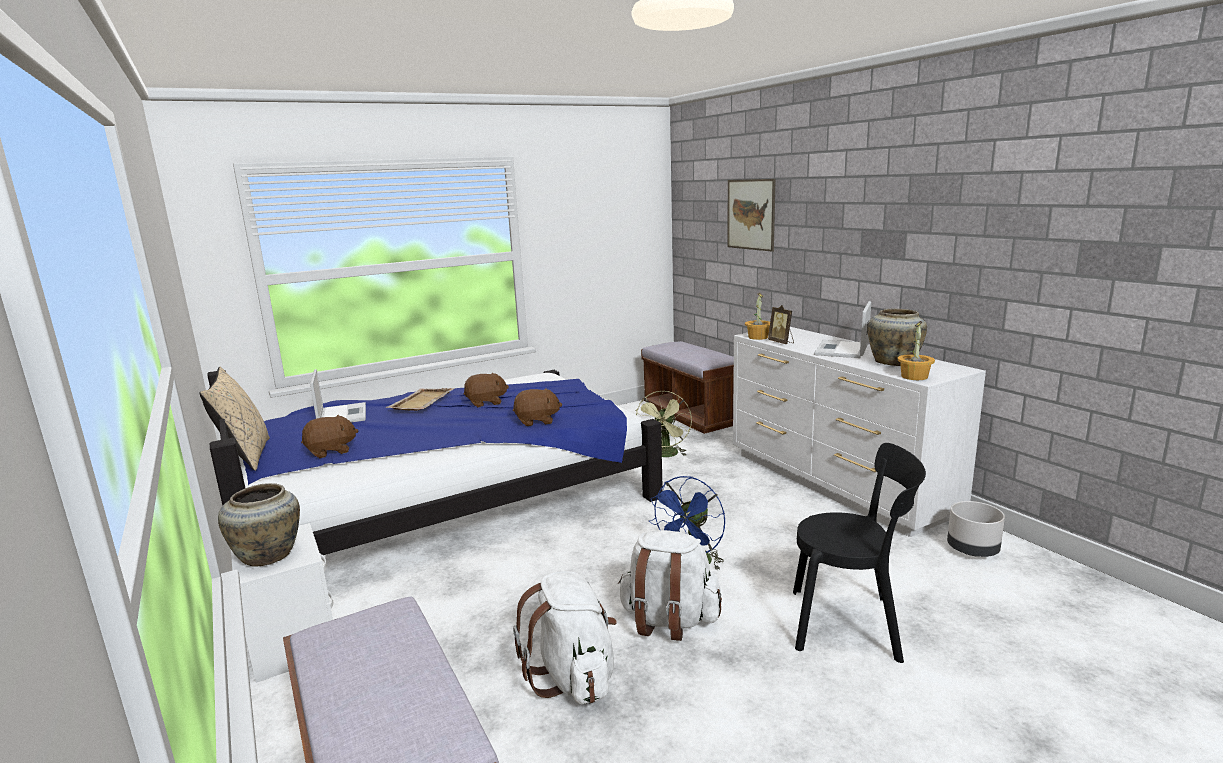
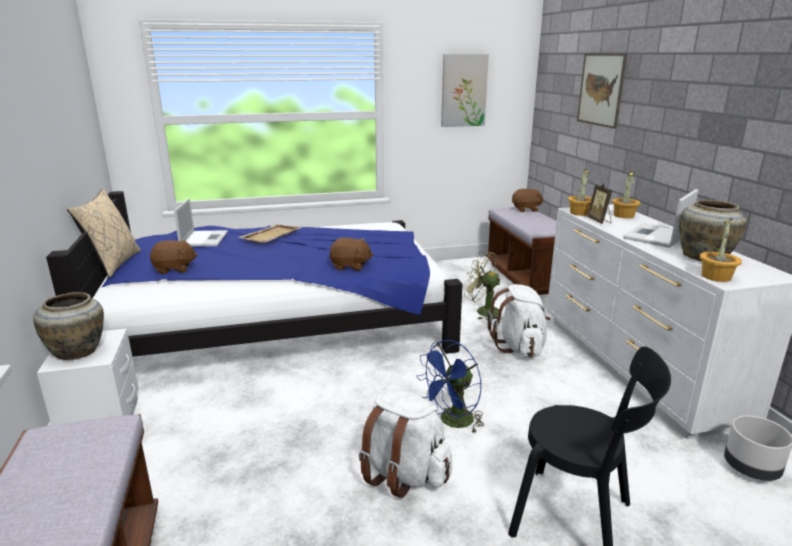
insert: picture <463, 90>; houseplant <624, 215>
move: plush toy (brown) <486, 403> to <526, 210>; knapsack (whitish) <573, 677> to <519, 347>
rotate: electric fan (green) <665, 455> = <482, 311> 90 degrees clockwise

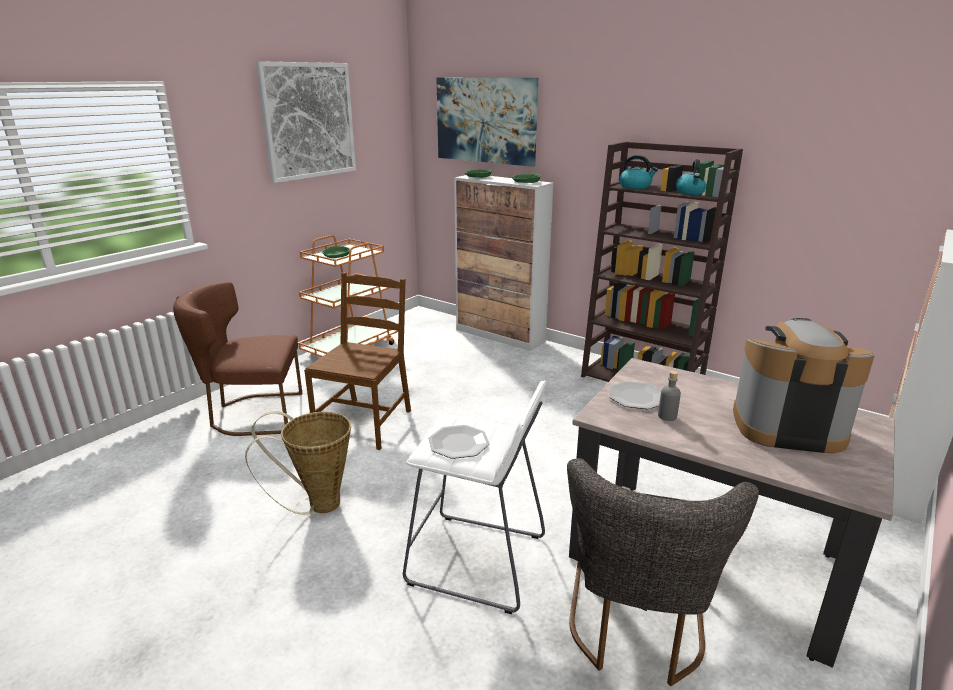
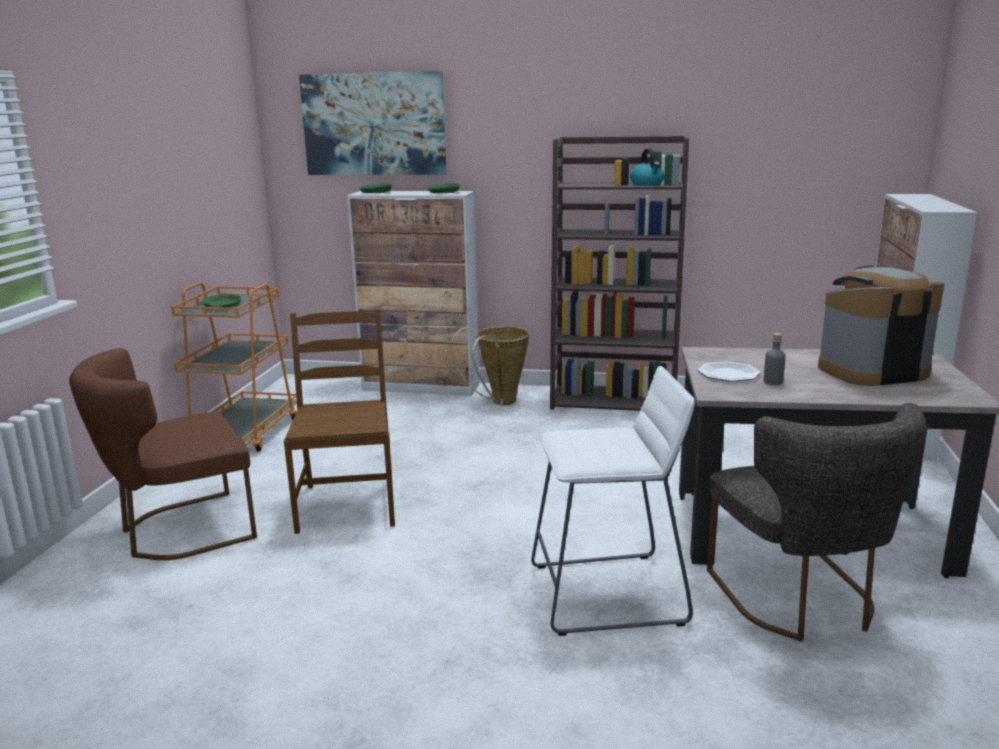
delete: picture <308, 121>; dinner plate <458, 443>; kettle <635, 186>
move: basket <317, 505> to <498, 403>

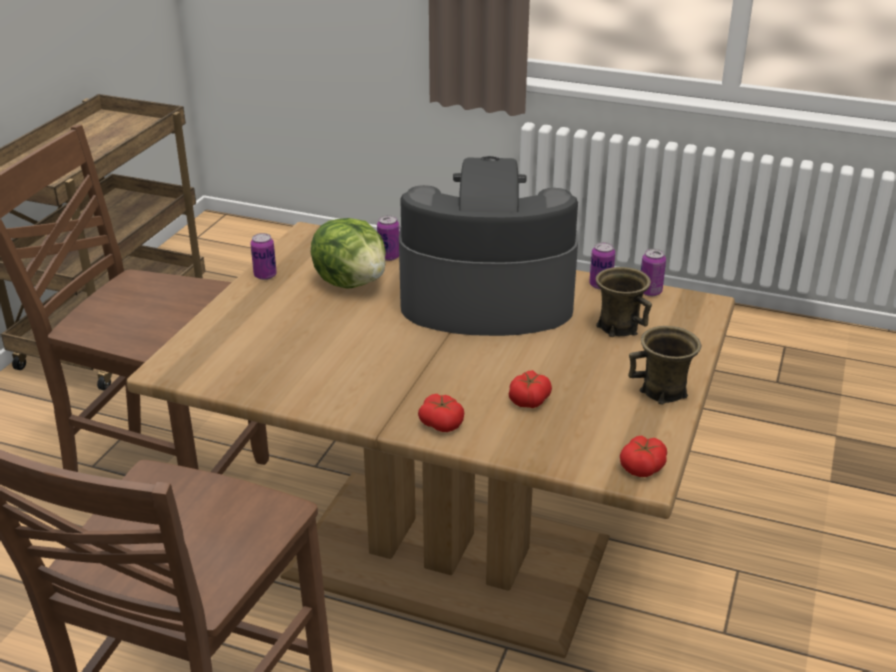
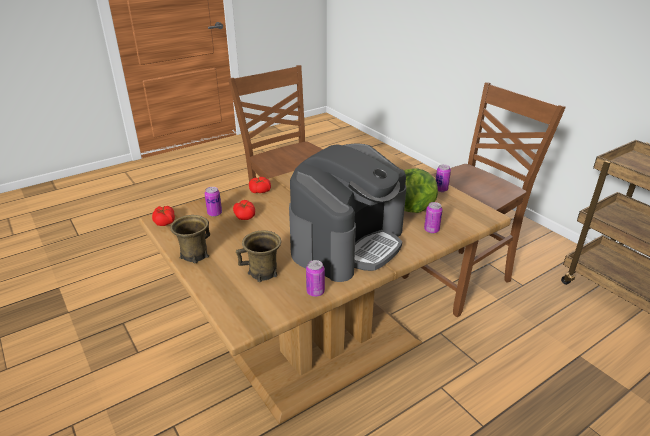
move: sealed can <650, 292> to <214, 213>

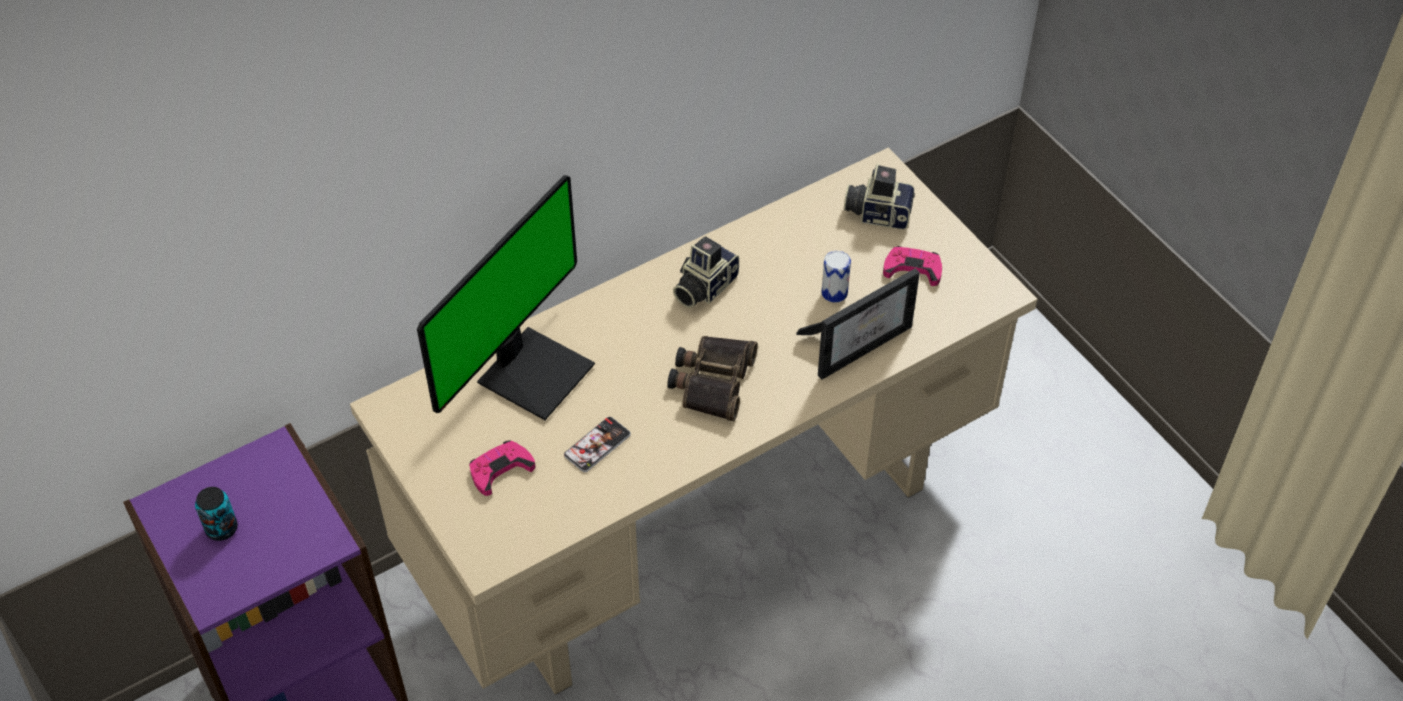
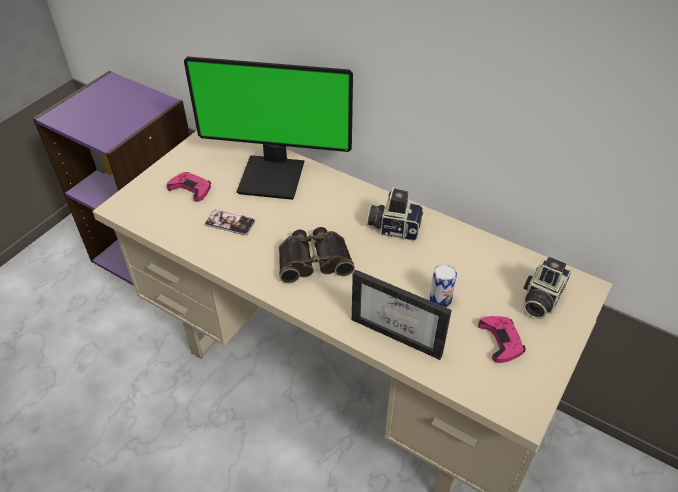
delete: sealed can <221, 528>
rotate: still camera <878, 212> = <540, 299> 135 degrees counterclockwise

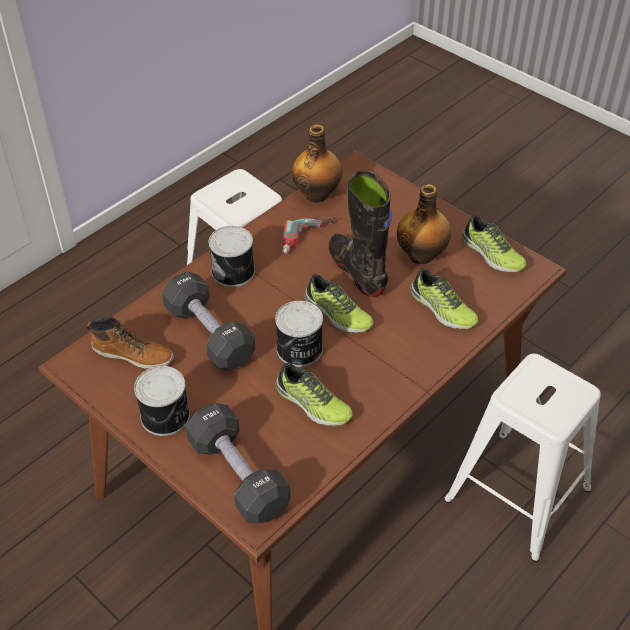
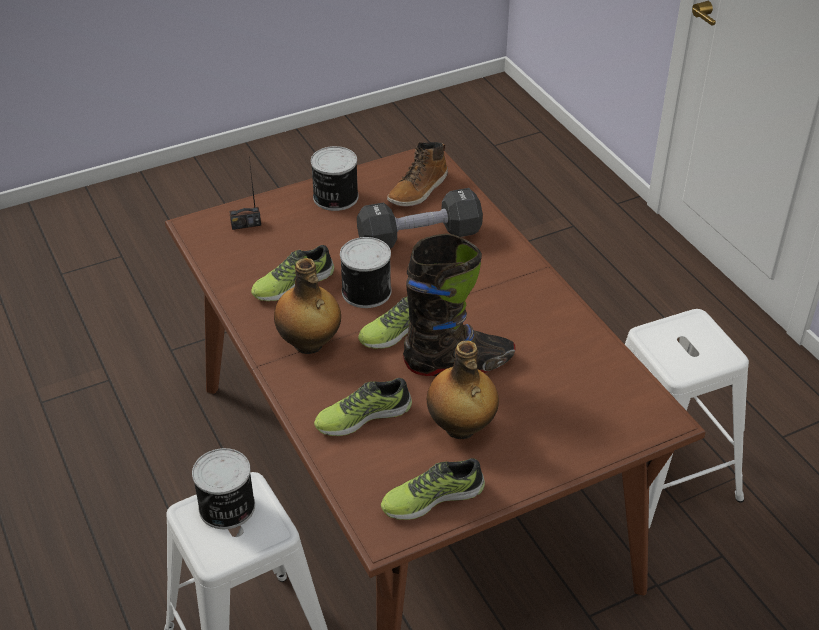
delete: electric drill <309, 238>
move: sealed can <234, 271> to <227, 508>; bottle <317, 194> to <309, 344>
replace: dumbbell (black-coloured) <238, 475> to radio set <246, 224>

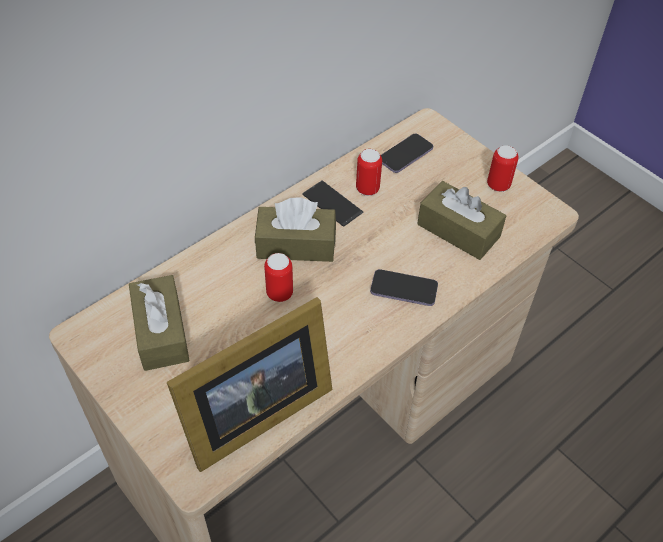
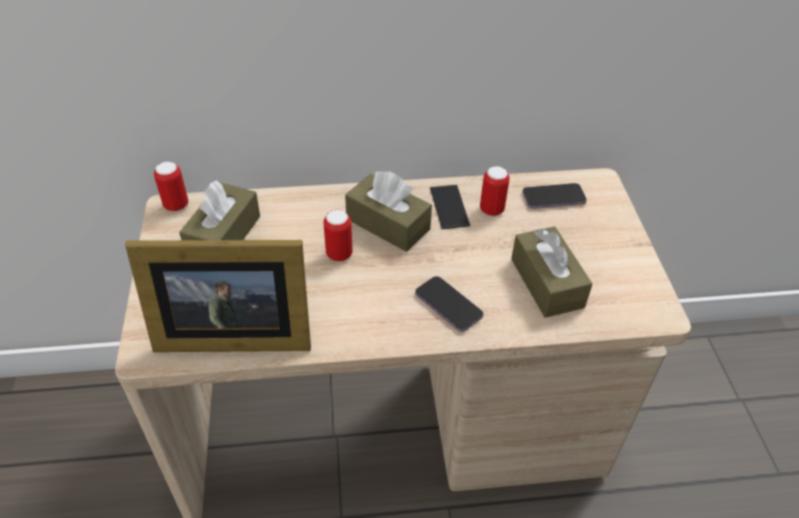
move: sealed can <498, 185> to <176, 205>

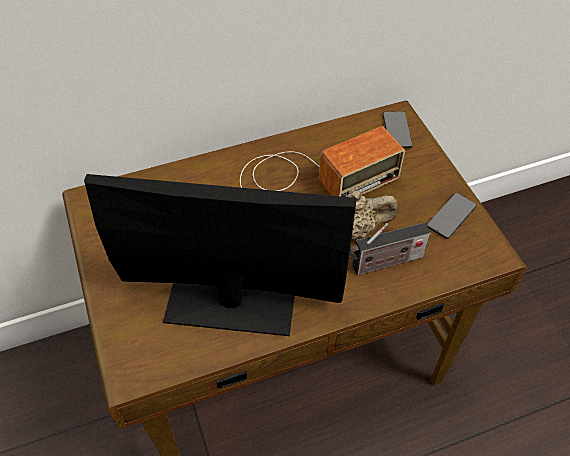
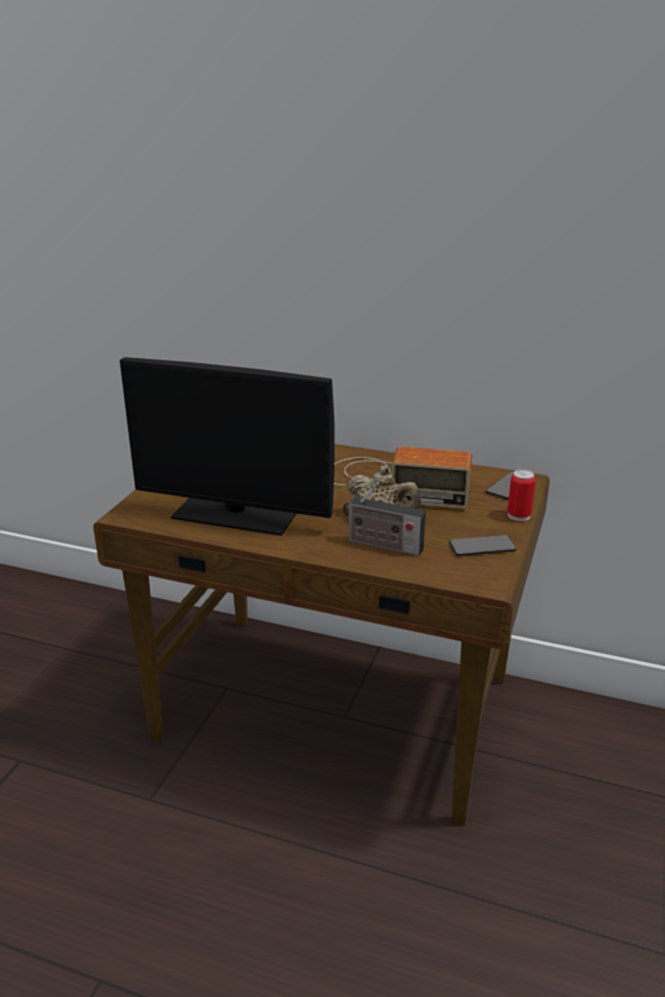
insert: sealed can <519, 515>
rotate: monitor <230, 304> = <235, 514> 150 degrees clockwise

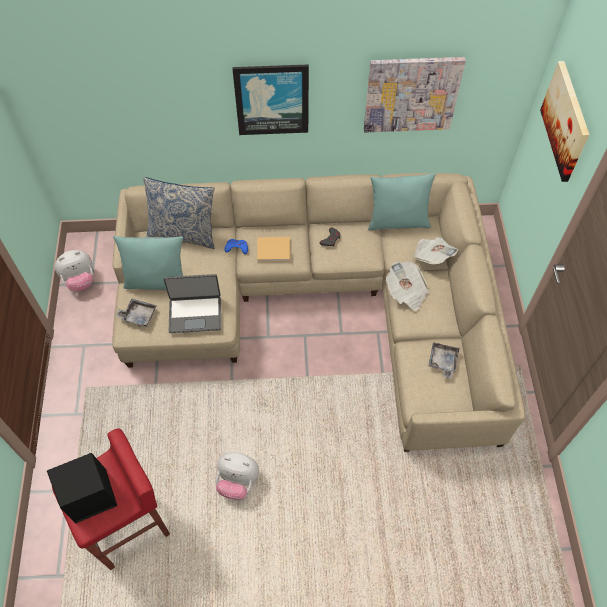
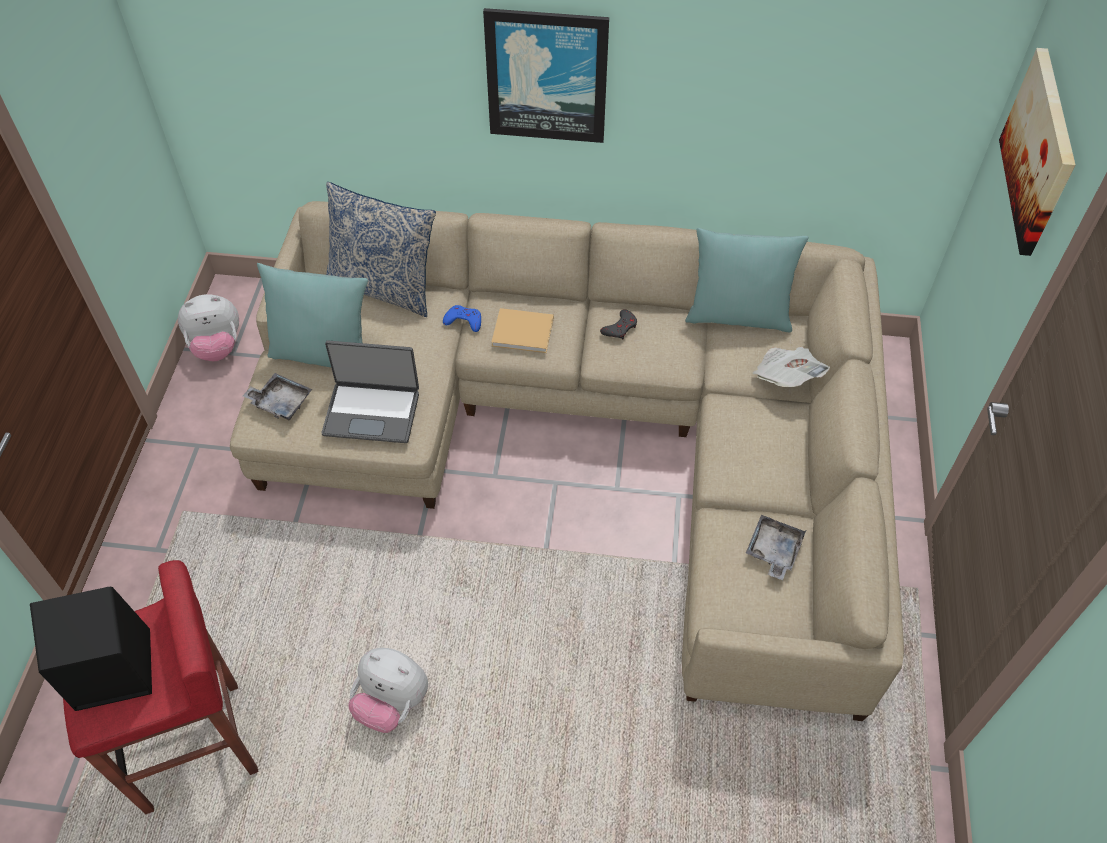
delete: picture <411, 94>; newspaper <406, 292>

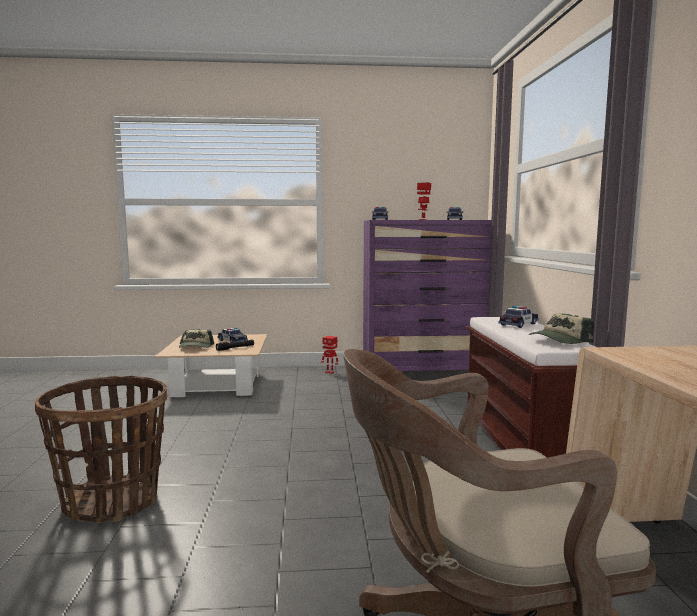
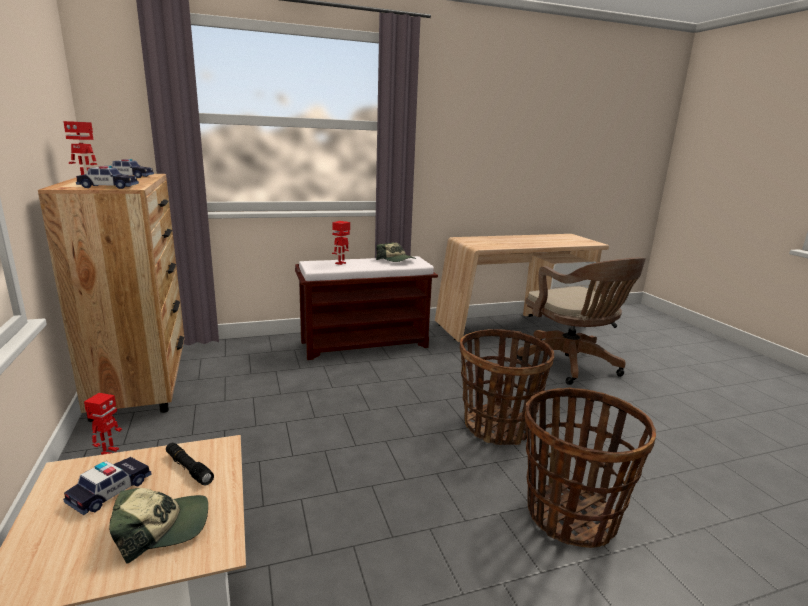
insert: basket <497, 426>
replace: model car <518, 324> to robot figure <341, 263>
recolor: dresser (purple) <424, 372> to dresser (brown) <143, 379>

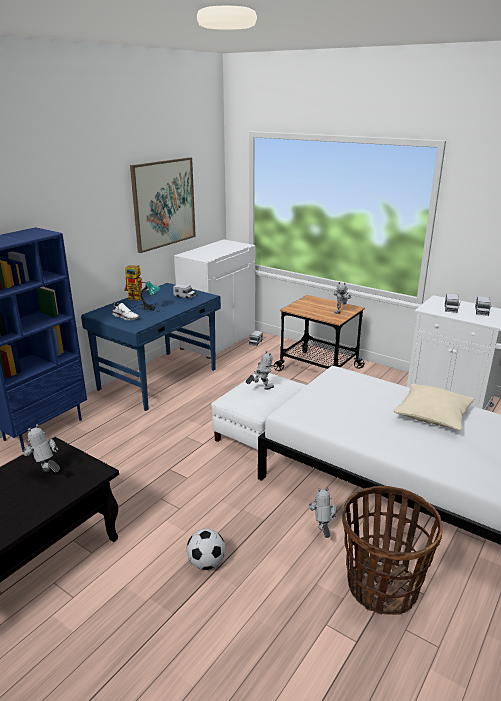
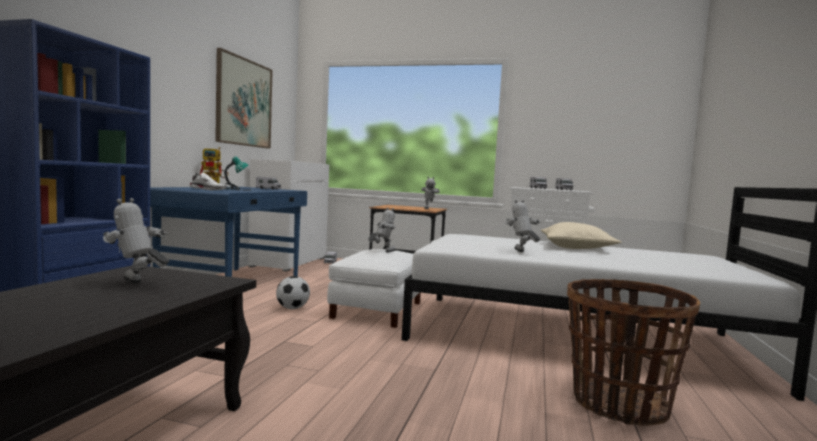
move: football <206, 563> to <292, 308>; robot figure <322, 533> to <521, 252>

